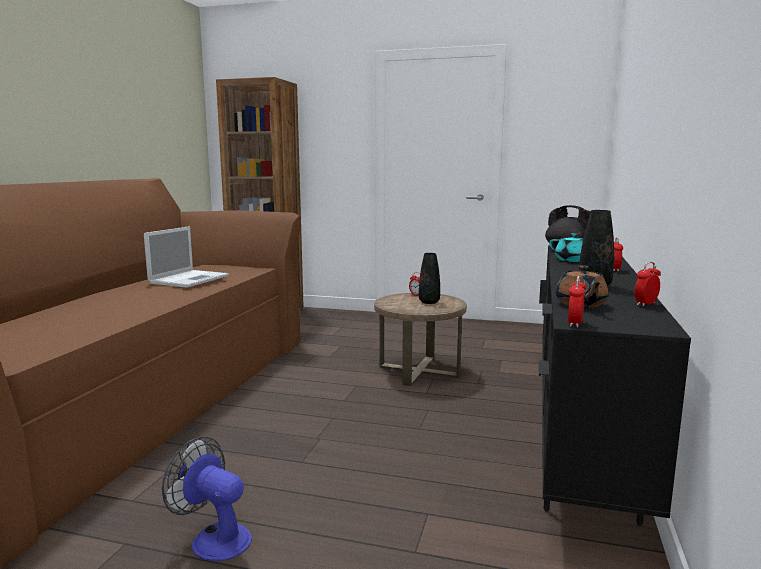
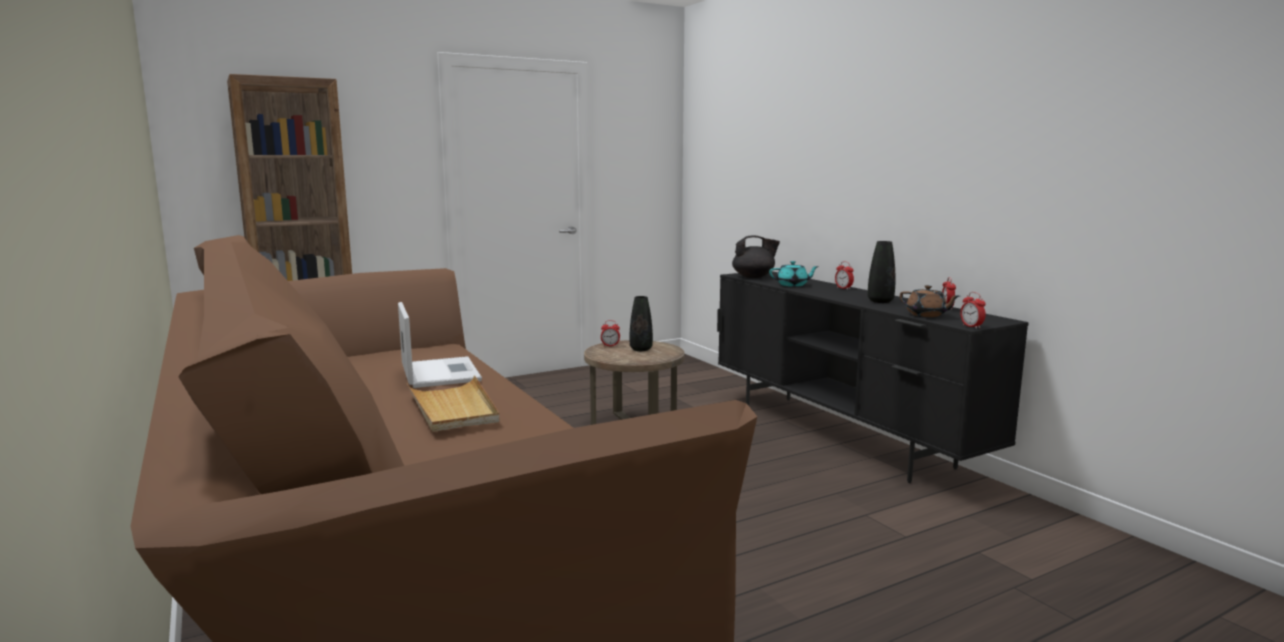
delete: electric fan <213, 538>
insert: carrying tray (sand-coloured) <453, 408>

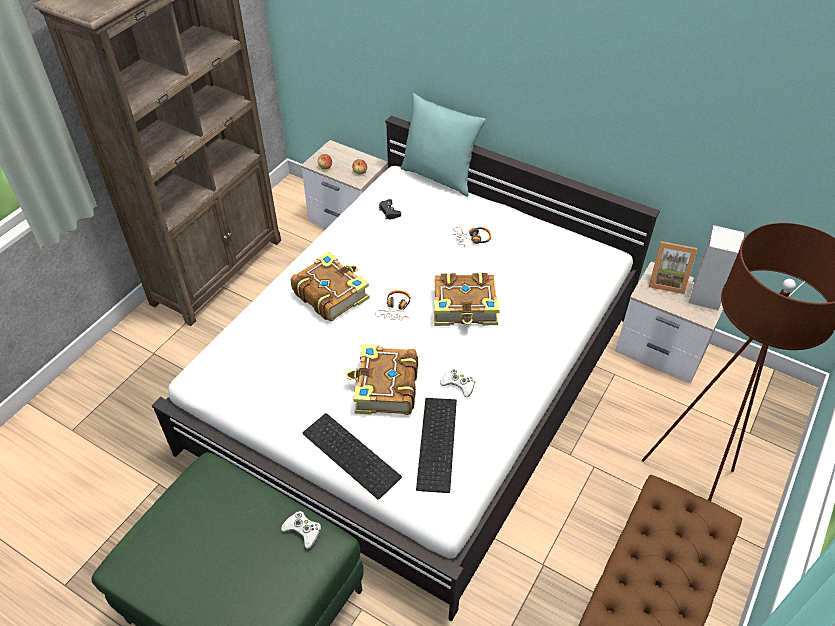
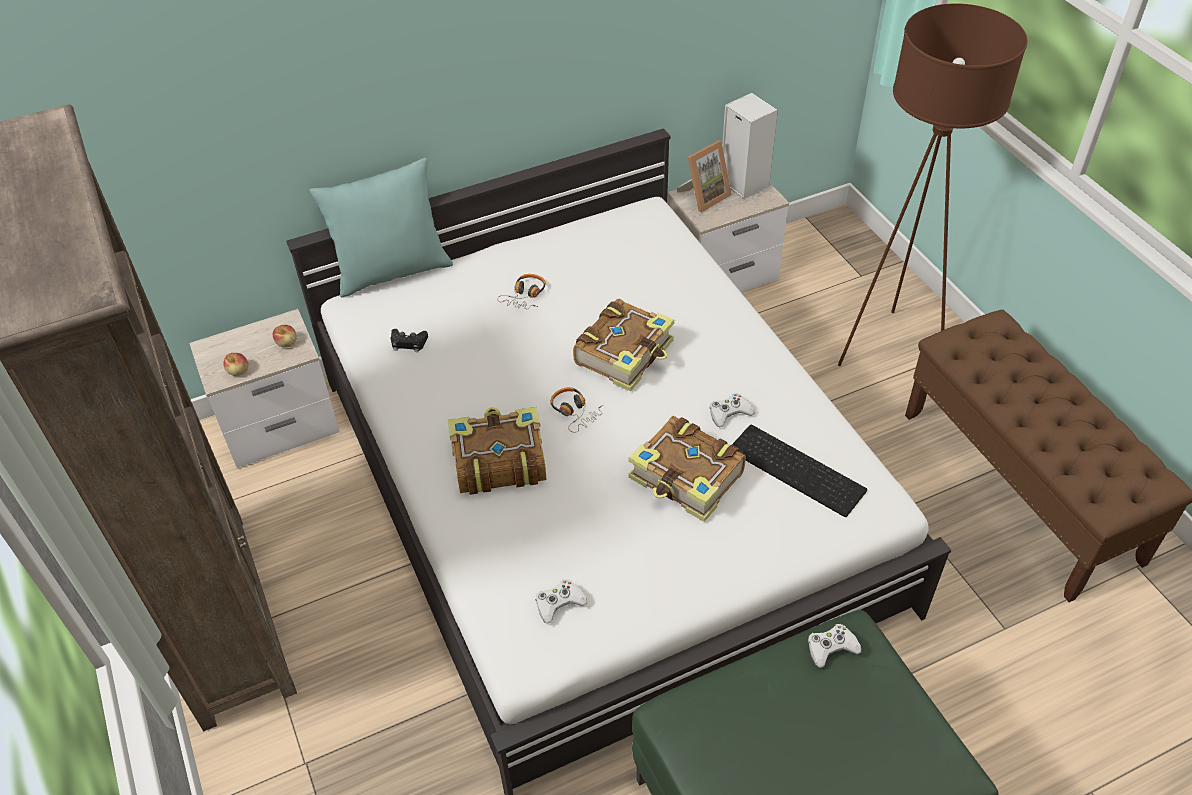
delete: PC keyboard <353, 454>
insert: gamepad (whitish) <559, 603>

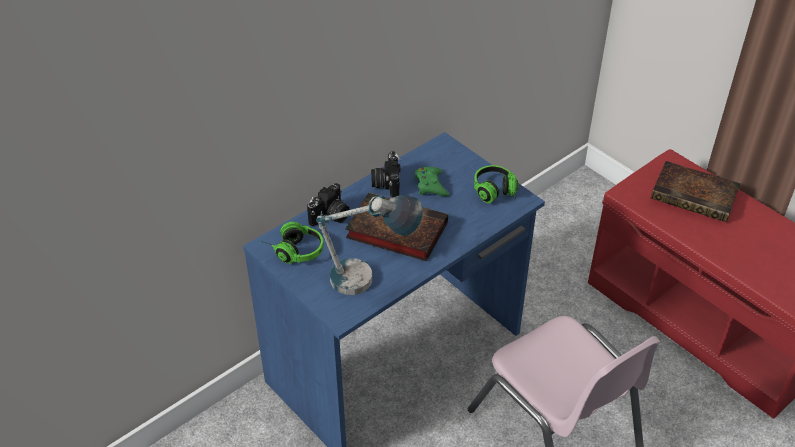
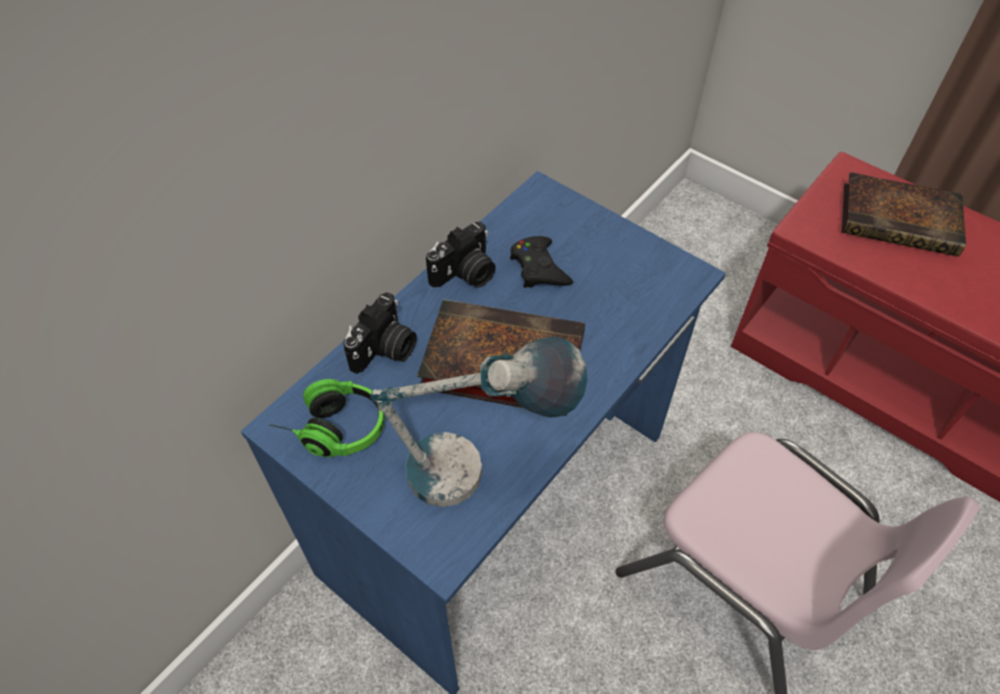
delete: headphones <496, 194>
recolor: gamepad (green) <431, 185> to gamepad (black-coloured) <539, 268>
rotate: still camera <386, 183> = <465, 274> 120 degrees counterclockwise

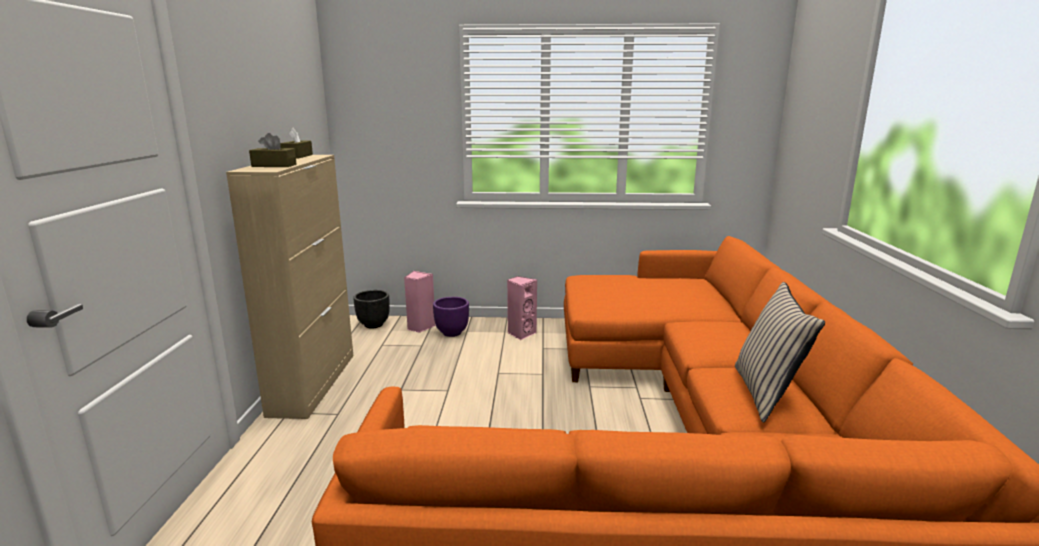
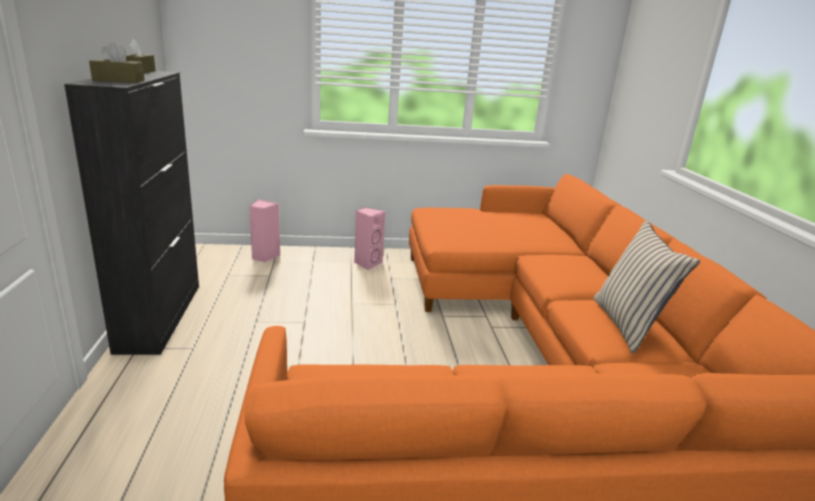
delete: planter (black-coloured) <374, 325>; planter (purple) <452, 333>
recolor: storage cabinet (sand-coloured) <314, 383> to storage cabinet (black-coloured) <160, 316>

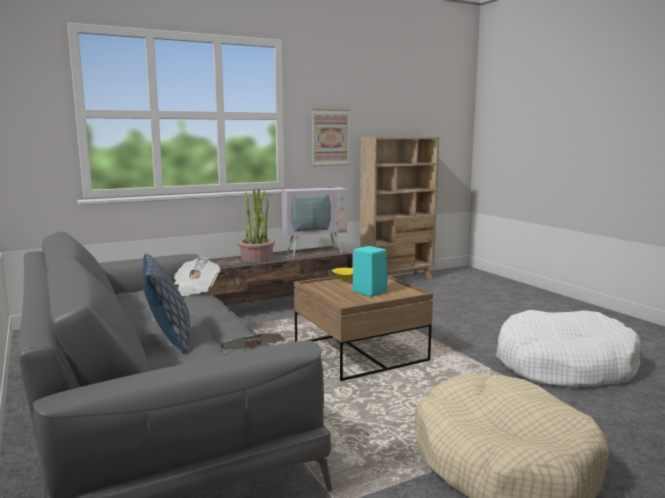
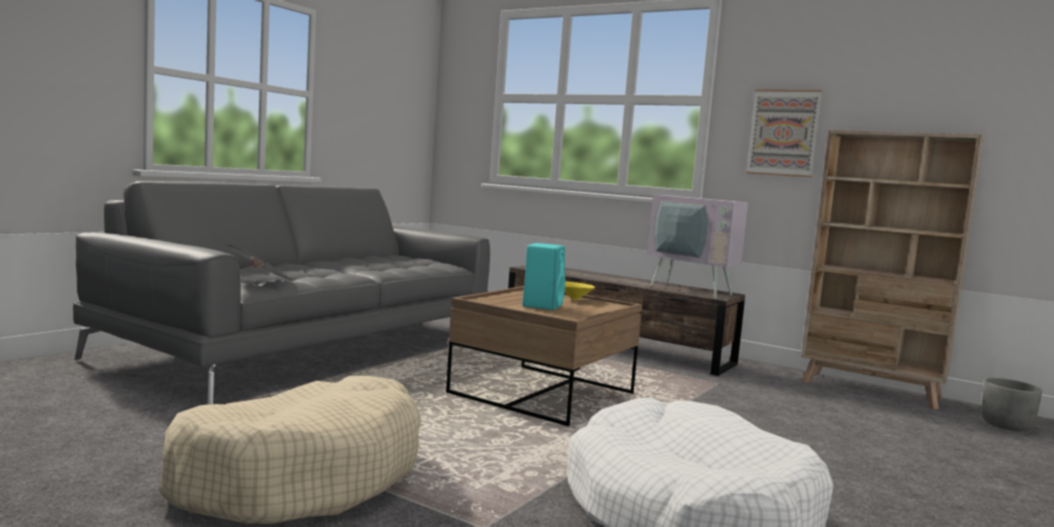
delete: cushion <169, 340>; newspaper <195, 289>; houseplant <257, 258>
insert: planter (grey) <1006, 426>

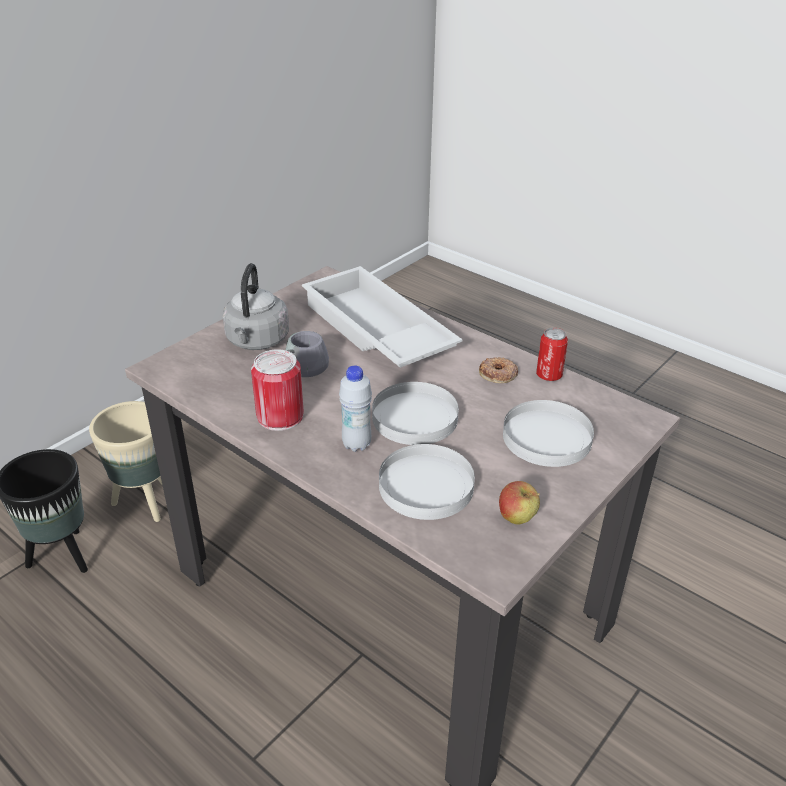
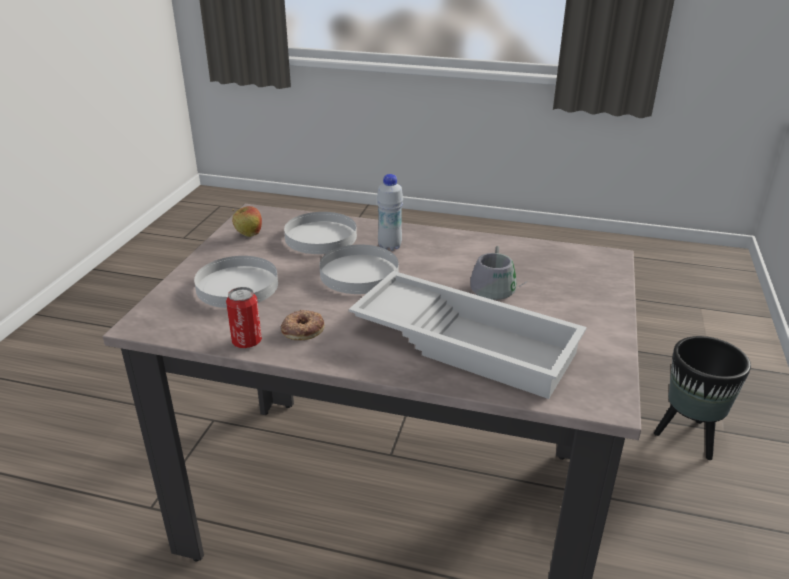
delete: planter (sand-coloured) <145, 502>; kettle (grey) <257, 341>; sealed can <280, 416>

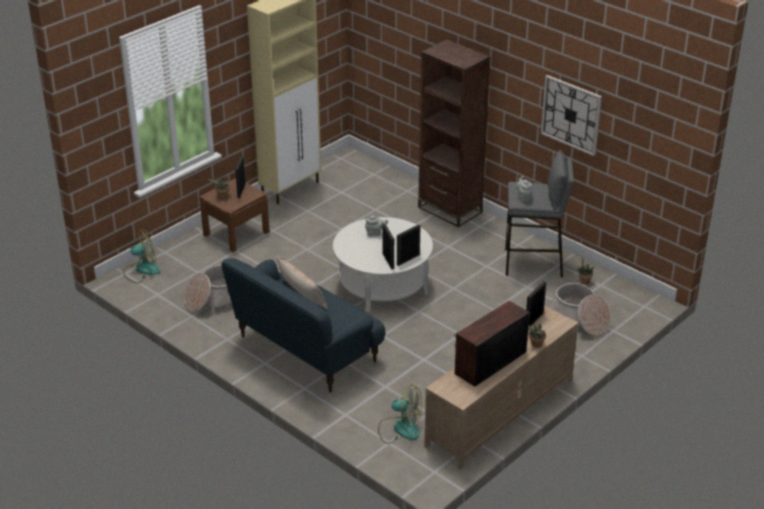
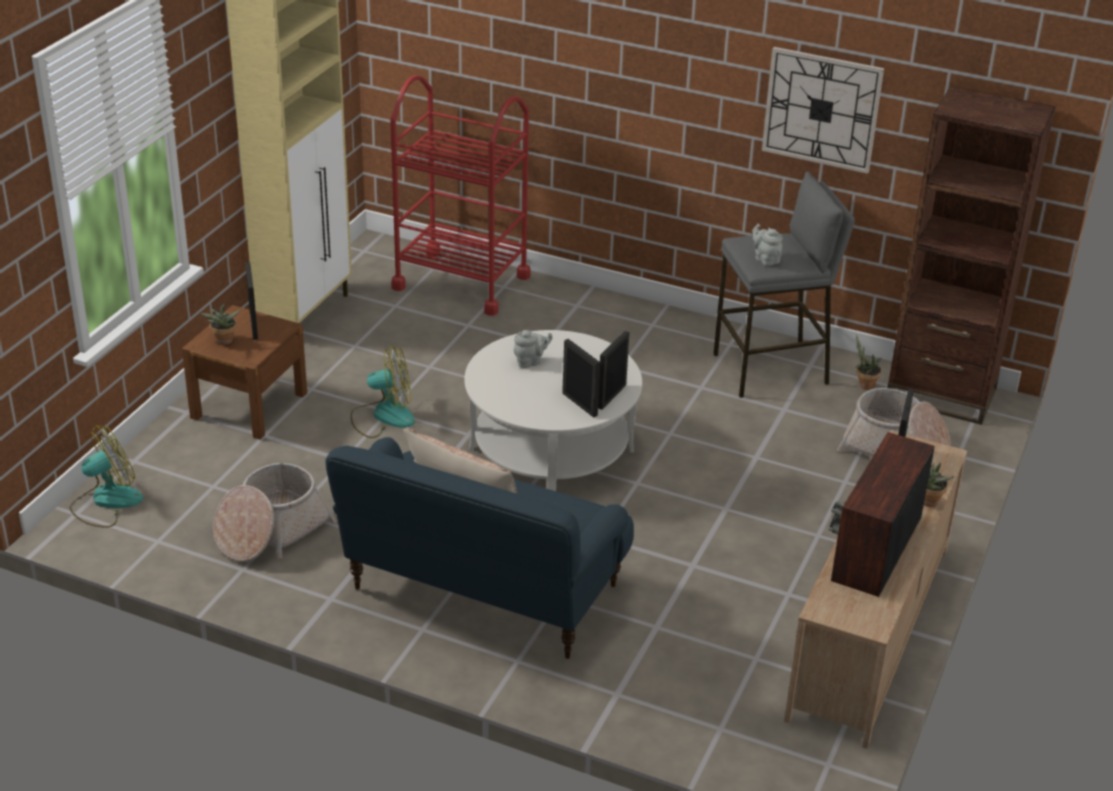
insert: wheeled cart (reddish) <461, 282>
move: electric fan <400, 428> to <383, 416>; shelving unit (brown) <450, 209> to <940, 395>

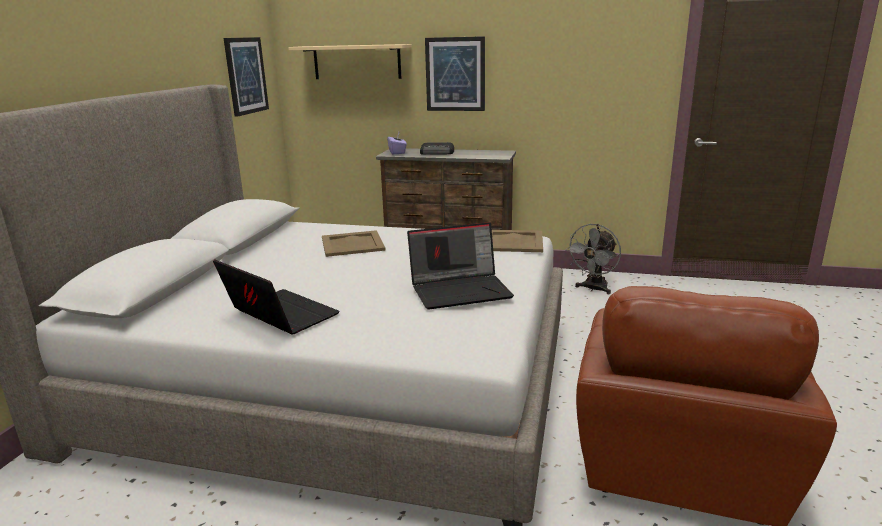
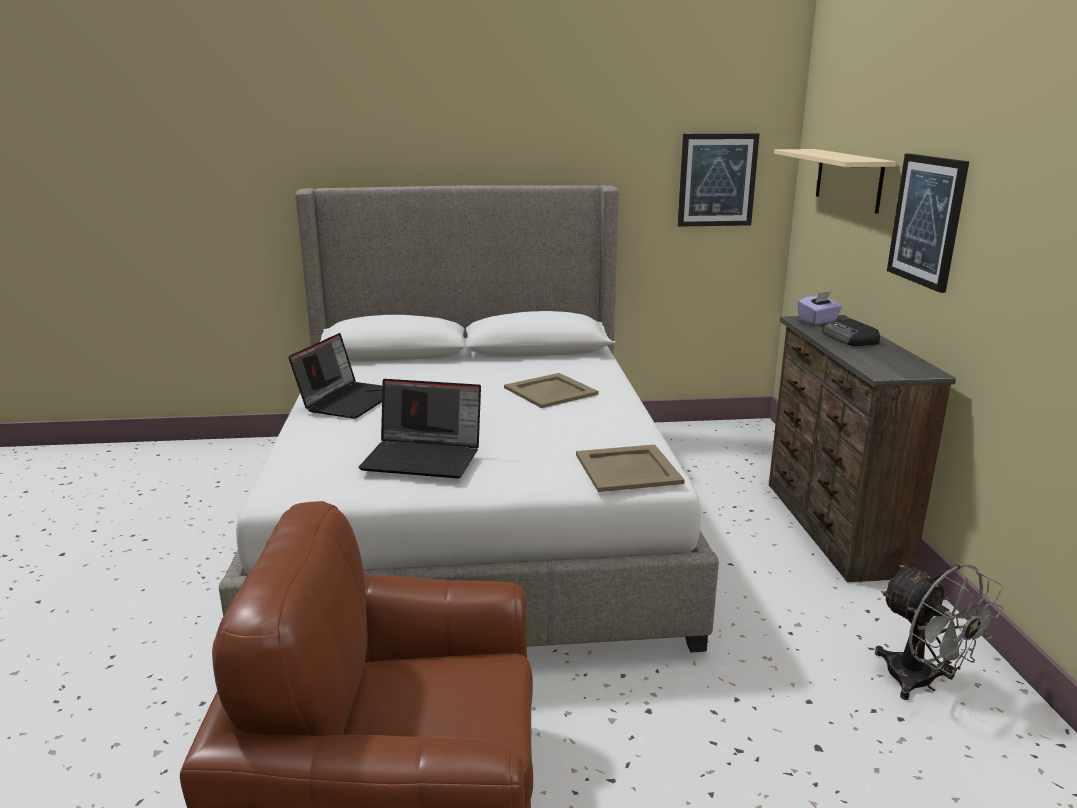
rotate: laptop <461, 290> = <424, 457> 45 degrees counterclockwise; electric fan (grey) <593, 289> = <921, 683> 135 degrees counterclockwise

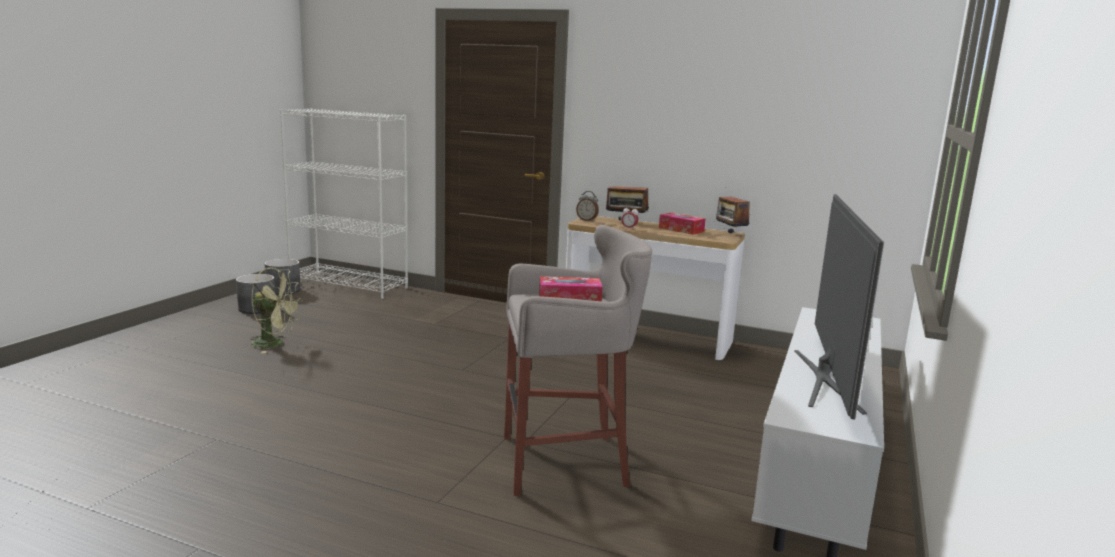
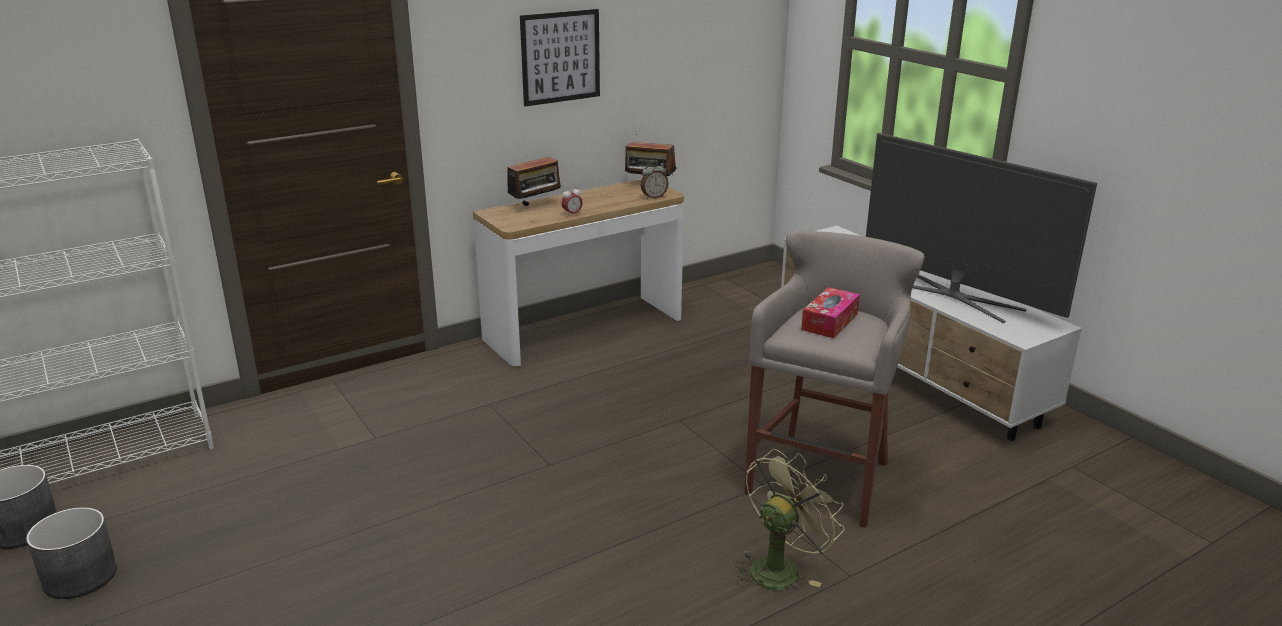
delete: box of tissues <681, 230>
insert: picture <560, 57>
move: electric fan (green) <275, 344> to <780, 567>; bedside clock <587, 220> to <653, 197>

